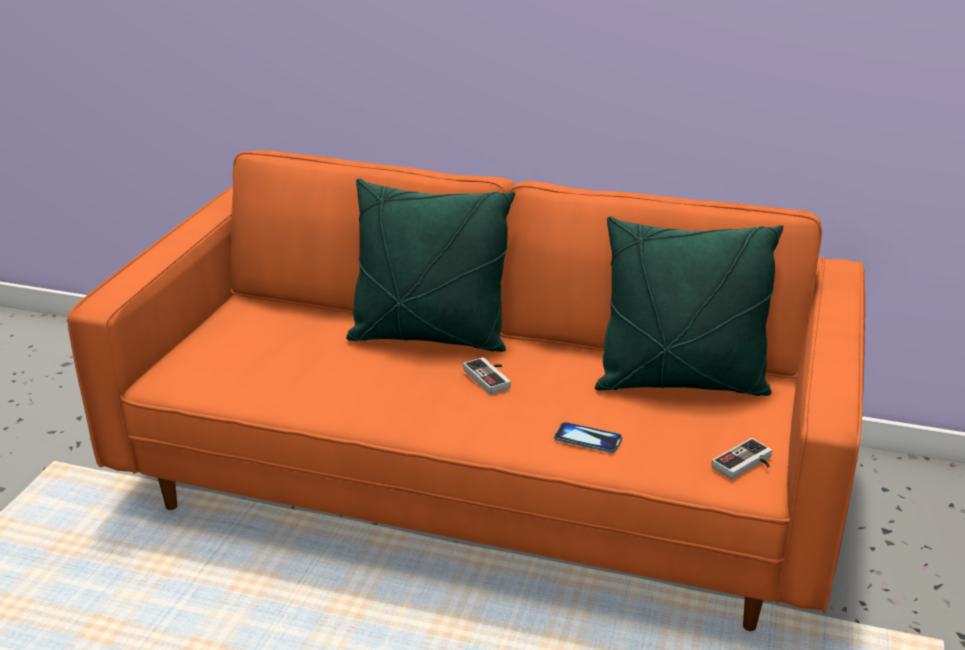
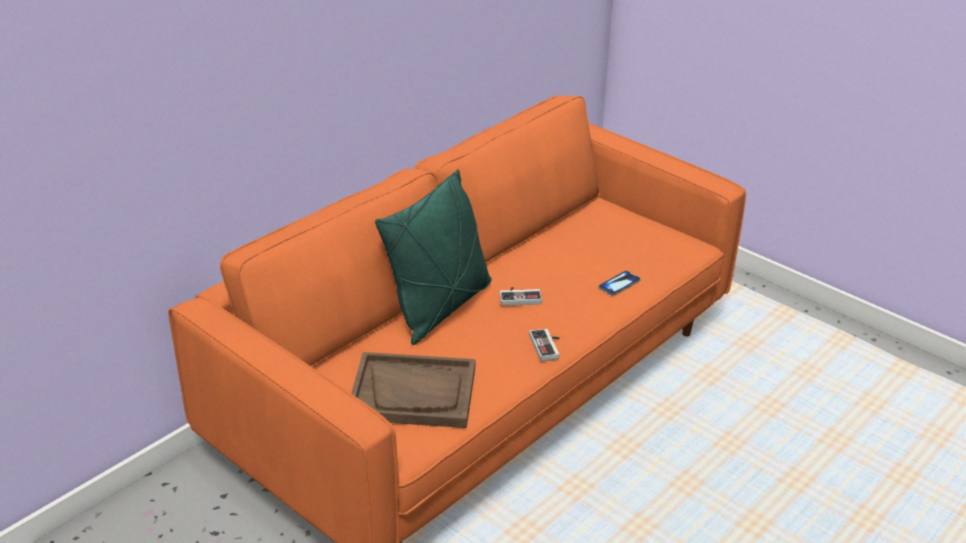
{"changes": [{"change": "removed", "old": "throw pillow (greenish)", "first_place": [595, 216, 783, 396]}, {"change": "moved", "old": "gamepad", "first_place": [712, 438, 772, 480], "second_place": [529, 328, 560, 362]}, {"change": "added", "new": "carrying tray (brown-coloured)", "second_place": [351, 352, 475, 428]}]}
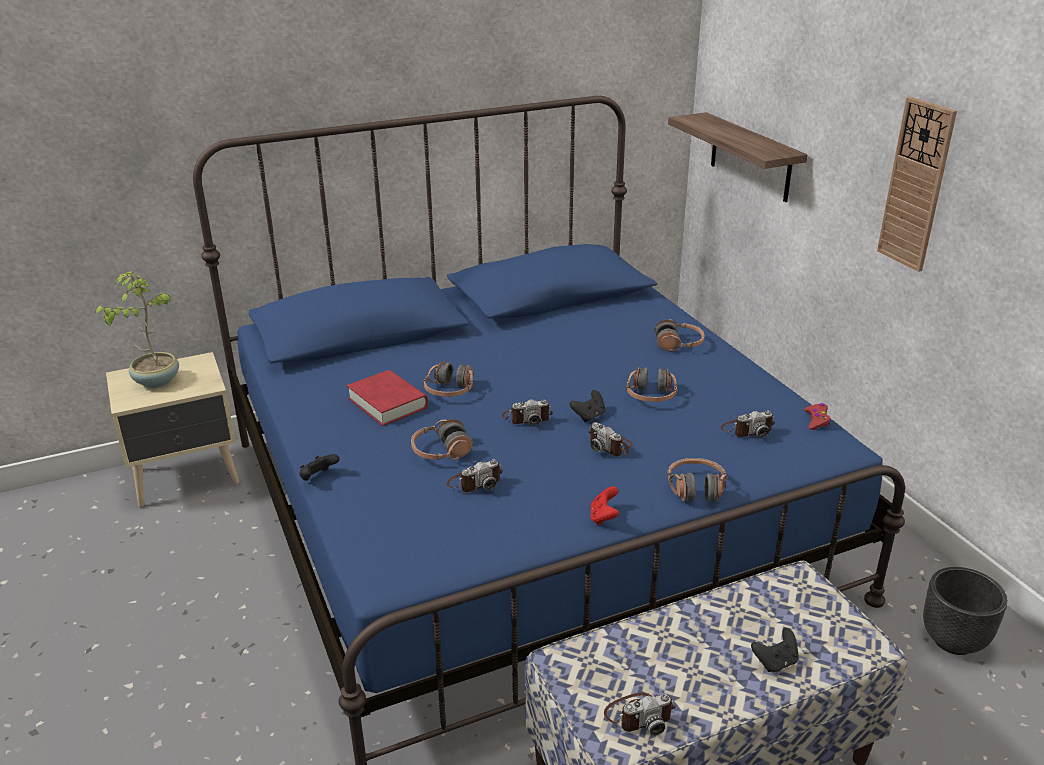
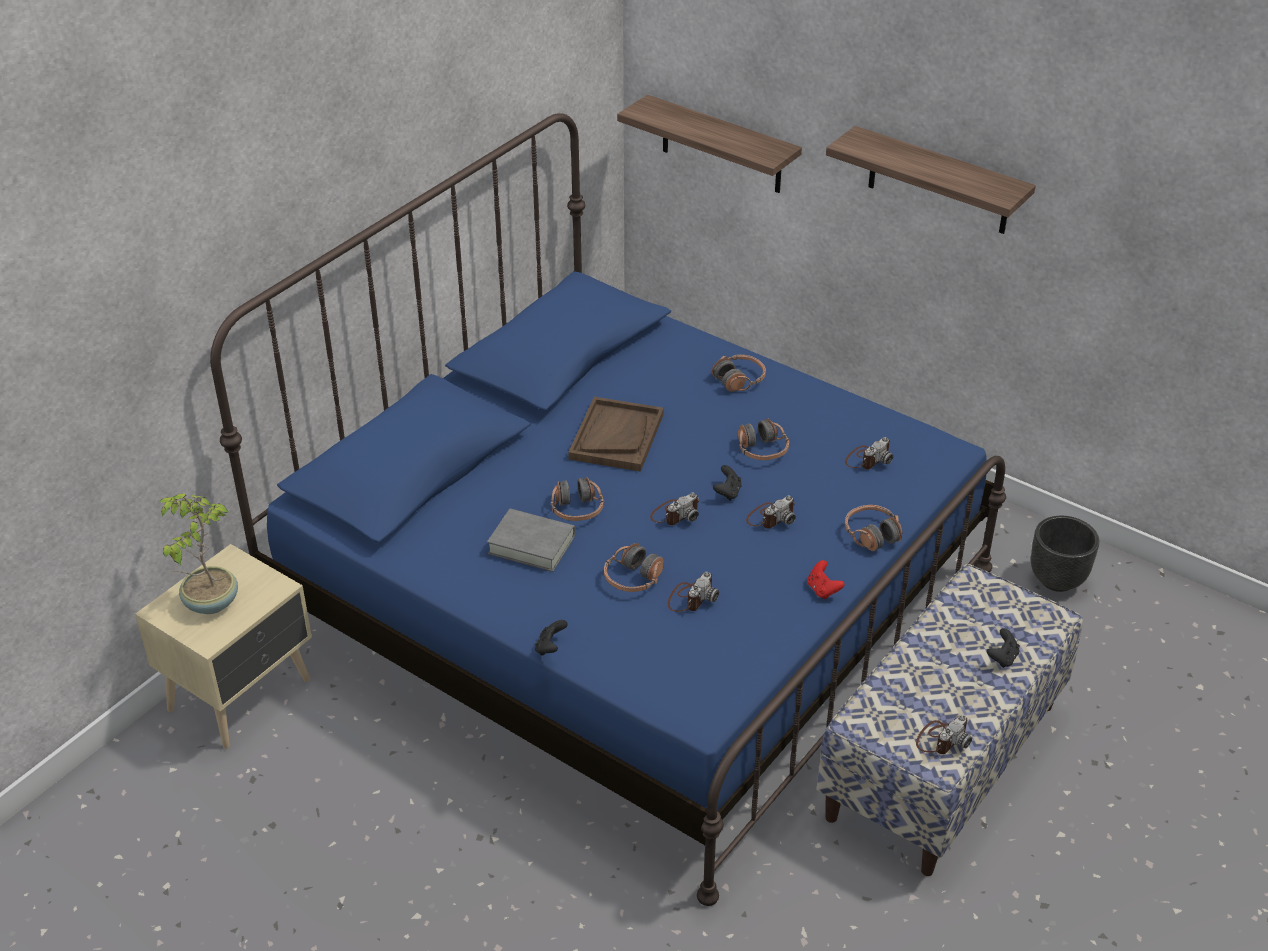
{"changes": [{"change": "recoloured", "old": "bound book (reddish)", "new": "bound book (greyish)", "first_place": [347, 370, 428, 426], "second_place": [487, 509, 575, 572]}, {"change": "turned", "old": "still camera", "first_place": [588, 422, 633, 456], "second_place": [746, 496, 796, 529], "degrees": -60}, {"change": "removed", "old": "gamepad (reddish)", "first_place": [804, 403, 831, 430]}, {"change": "replaced", "old": "clock on the wall", "new": "bracket shelf", "first_place": [877, 97, 957, 272], "second_place": [826, 126, 1036, 234]}, {"change": "added", "new": "carrying tray (brown-coloured)", "second_place": [568, 397, 664, 472]}]}
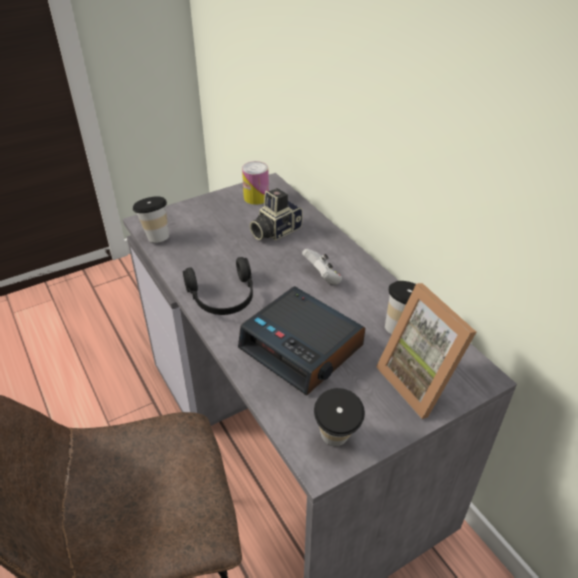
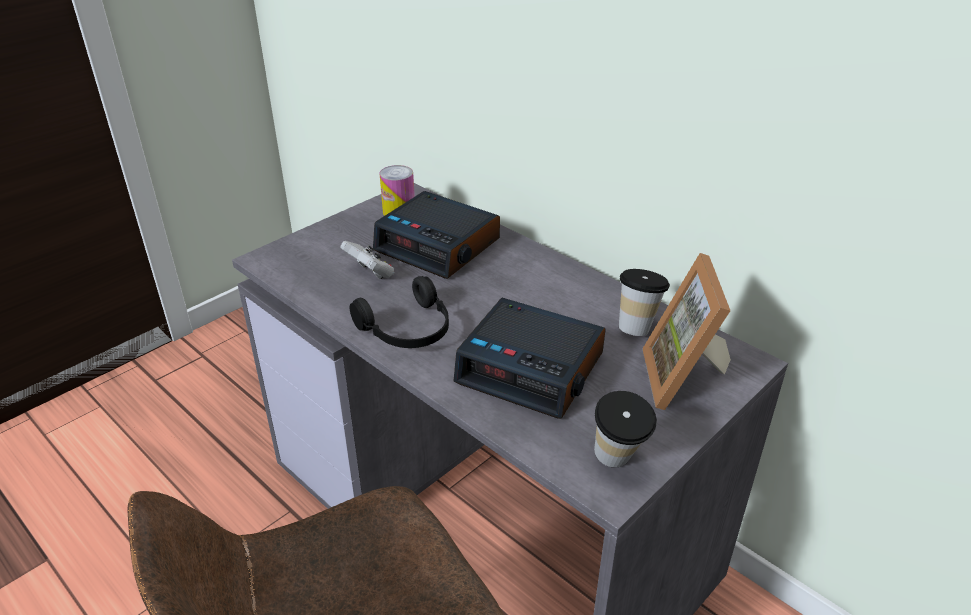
{"changes": [{"change": "removed", "old": "drinking cup", "first_place": [133, 196, 169, 243]}, {"change": "replaced", "old": "still camera", "new": "alarm clock", "first_place": [250, 188, 303, 241], "second_place": [373, 191, 500, 279]}, {"change": "moved", "old": "gamepad (whitish)", "first_place": [302, 248, 342, 285], "second_place": [341, 241, 394, 279]}, {"change": "turned", "old": "photo frame", "first_place": [376, 283, 476, 419], "second_place": [643, 253, 731, 410], "degrees": 45}]}
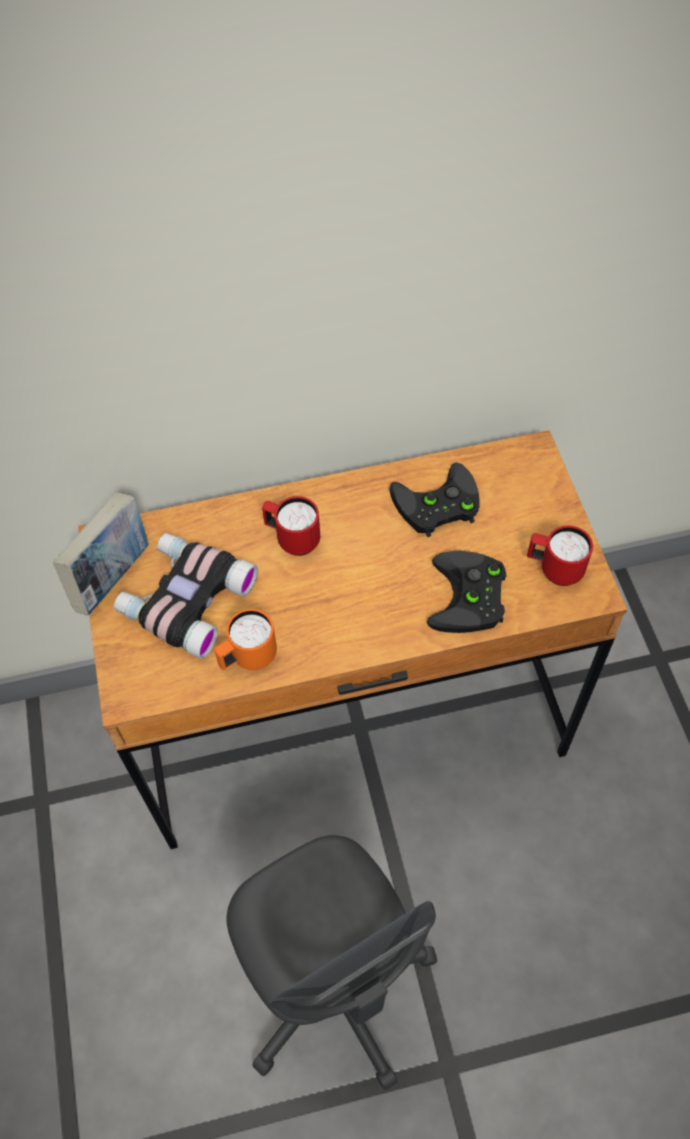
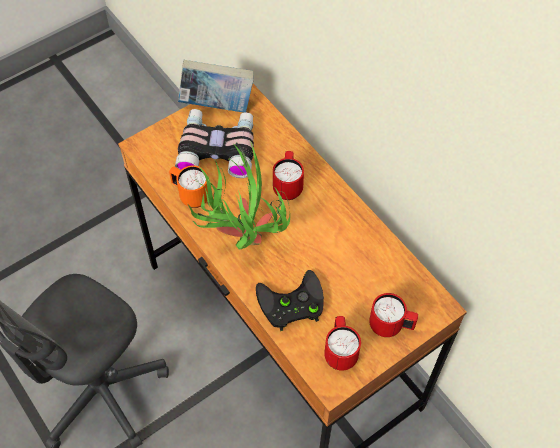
{"changes": [{"change": "removed", "old": "gamepad (black-coloured)", "first_place": [389, 462, 479, 537]}, {"change": "added", "new": "plant in a pot", "second_place": [188, 141, 290, 250]}, {"change": "added", "new": "coffee mug (reddish)", "second_place": [369, 293, 418, 337]}]}
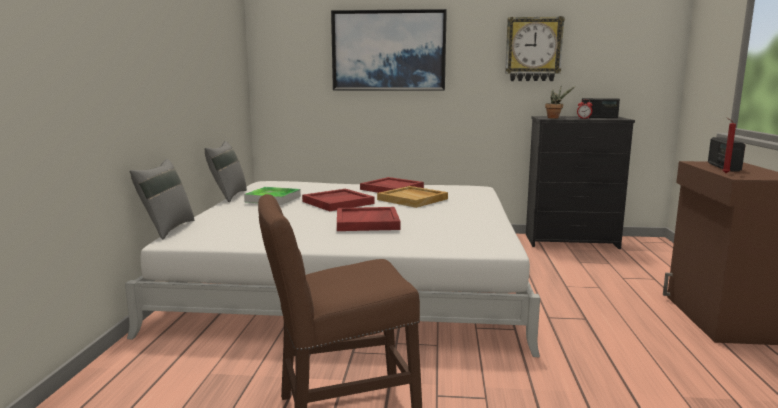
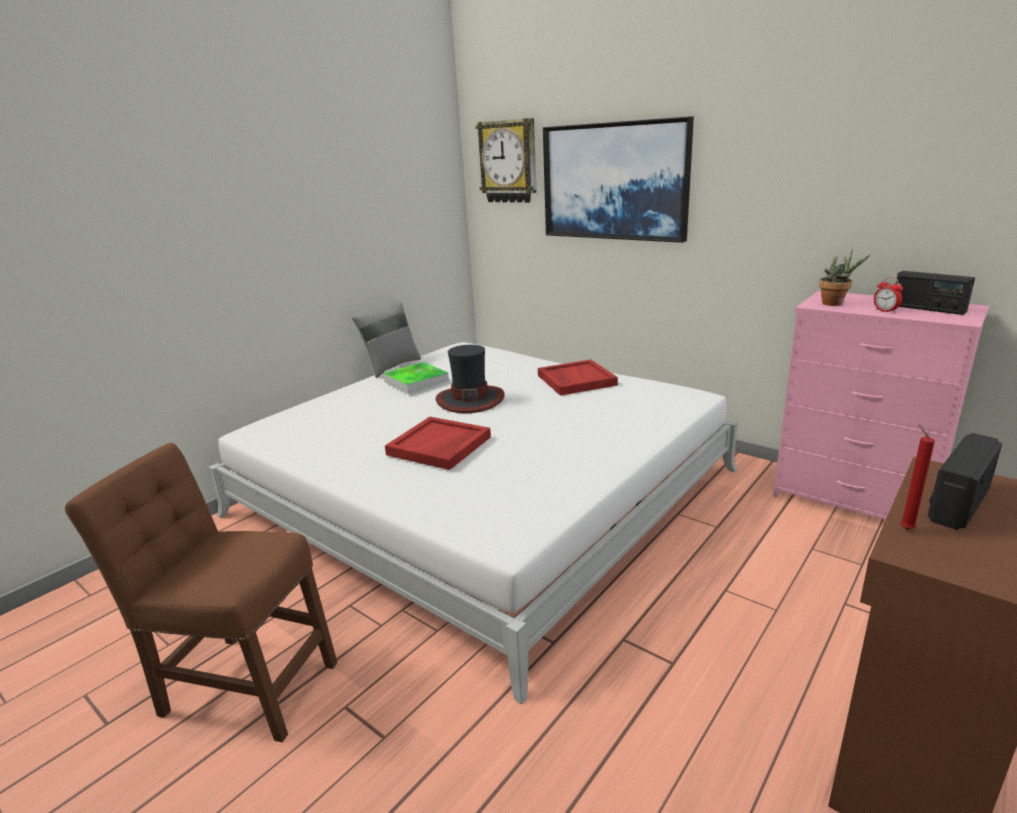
{"changes": [{"change": "removed", "old": "throw pillow (greyish)", "first_place": [130, 159, 194, 239]}, {"change": "replaced", "old": "carrying tray (reddish)", "new": "hat", "first_place": [302, 189, 374, 211], "second_place": [436, 345, 505, 413]}, {"change": "removed", "old": "carrying tray (beige)", "first_place": [377, 186, 448, 208]}, {"change": "moved", "old": "clock on the wall", "first_place": [505, 16, 565, 81], "second_place": [476, 118, 537, 203]}, {"change": "recoloured", "old": "dresser (black-coloured)", "new": "dresser (pinkish)", "first_place": [526, 116, 635, 249], "second_place": [773, 291, 989, 520]}]}
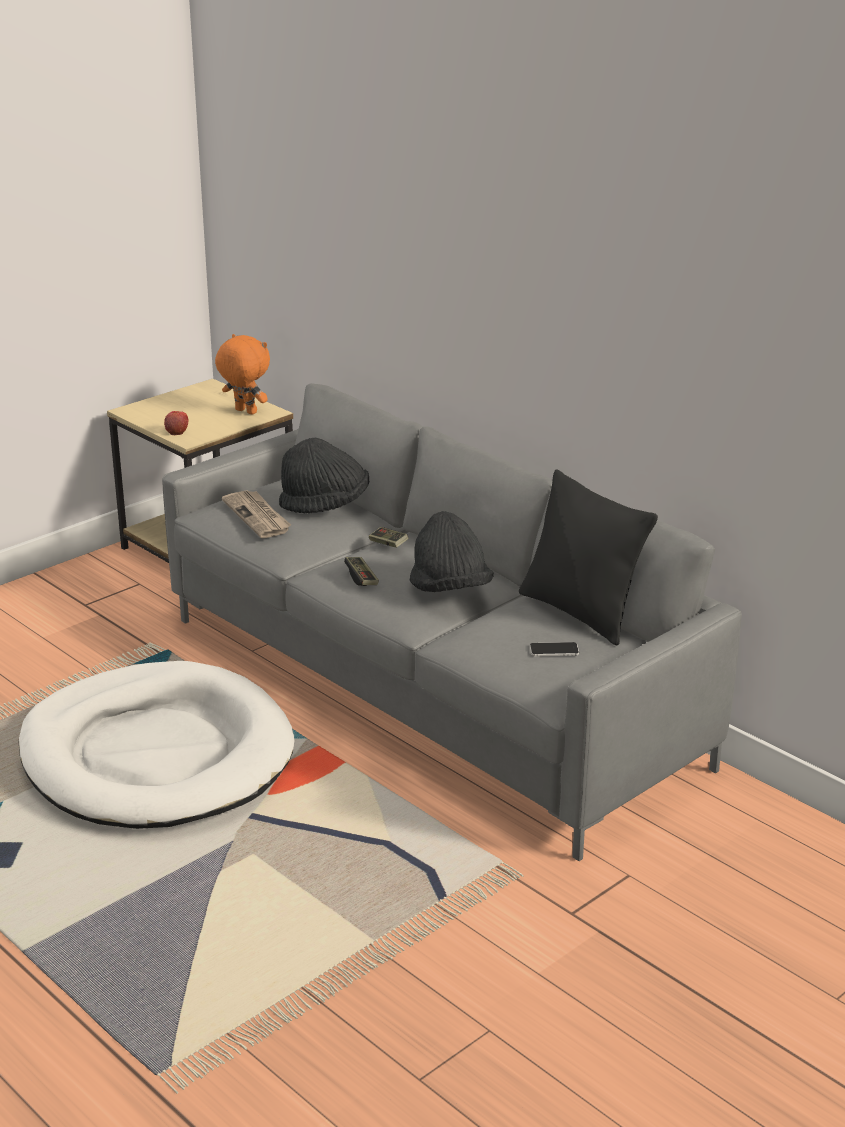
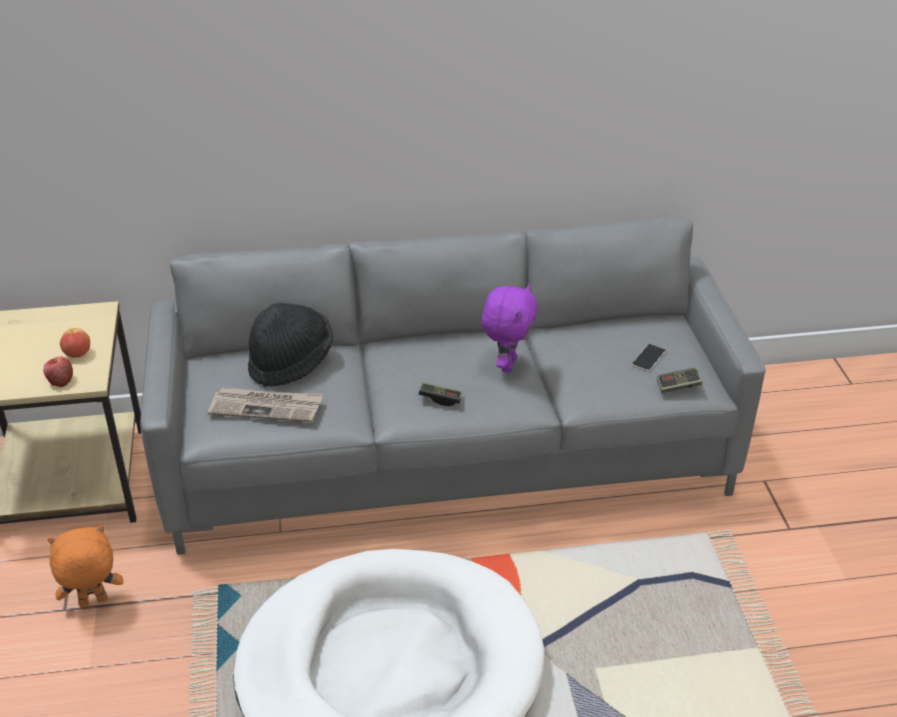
{"changes": [{"change": "moved", "old": "plush toy (orange)", "first_place": [215, 334, 270, 415], "second_place": [47, 525, 123, 607]}, {"change": "moved", "old": "gamepad", "first_place": [369, 527, 409, 548], "second_place": [657, 368, 702, 393]}, {"change": "replaced", "old": "hat (black-coloured)", "new": "plush toy (purple-coloured)", "first_place": [410, 511, 494, 592], "second_place": [481, 284, 538, 372]}, {"change": "removed", "old": "throw pillow (black-coloured)", "first_place": [519, 469, 658, 645]}, {"change": "added", "new": "apple fruit", "second_place": [60, 328, 90, 358]}]}
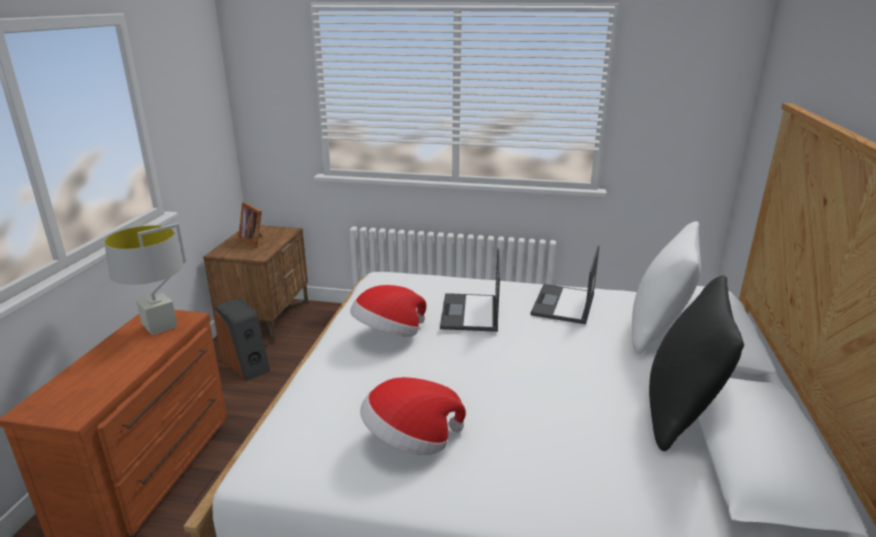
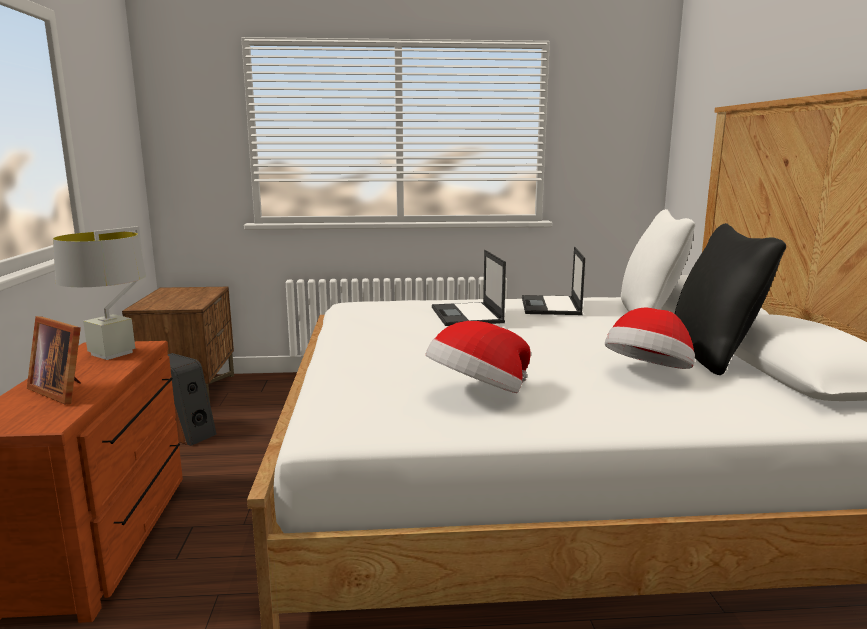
{"changes": [{"change": "moved", "old": "photo frame", "first_place": [238, 202, 262, 248], "second_place": [27, 316, 81, 404]}, {"change": "moved", "old": "hat", "first_place": [350, 285, 426, 337], "second_place": [605, 307, 695, 369]}]}
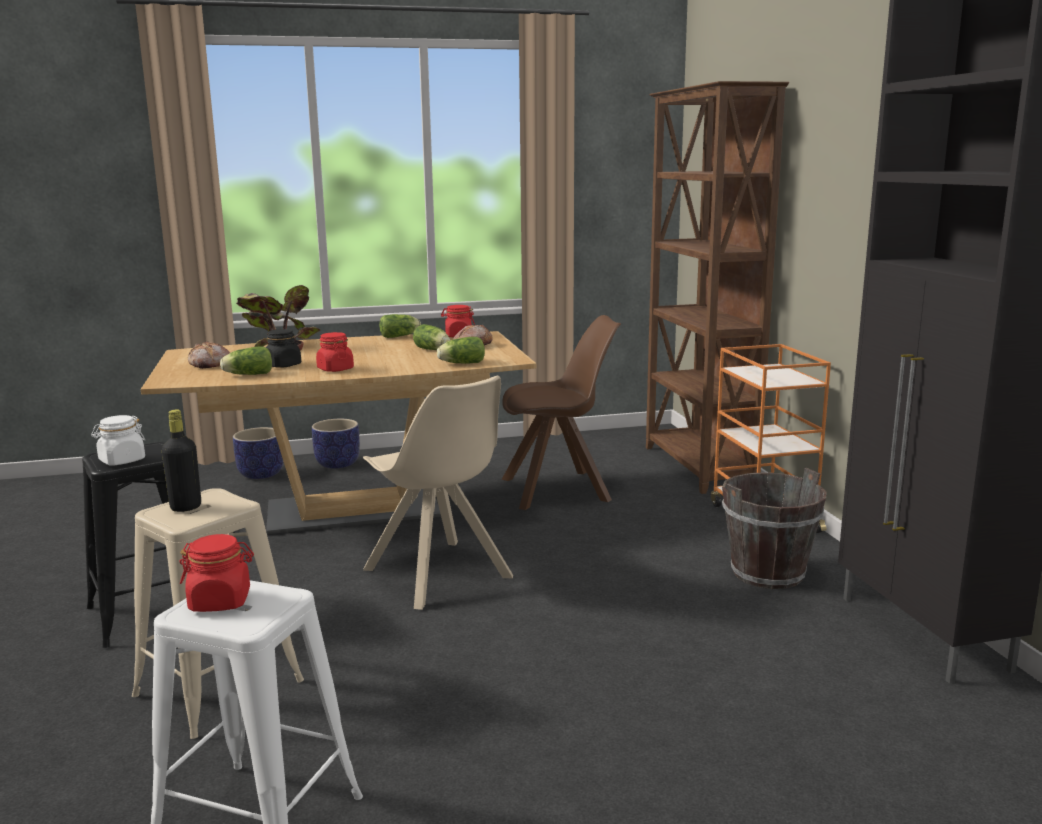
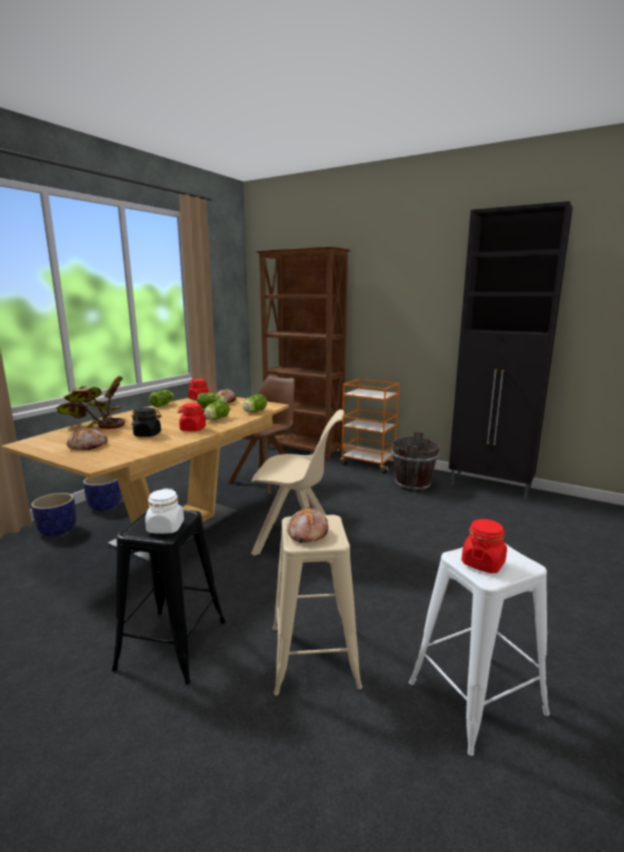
{"changes": [{"change": "replaced", "old": "bottle (black-coloured)", "new": "bread", "first_place": [162, 409, 201, 512], "second_place": [287, 506, 329, 543]}, {"change": "moved", "old": "lettuce", "first_place": [220, 347, 272, 375], "second_place": [203, 400, 230, 420]}]}
